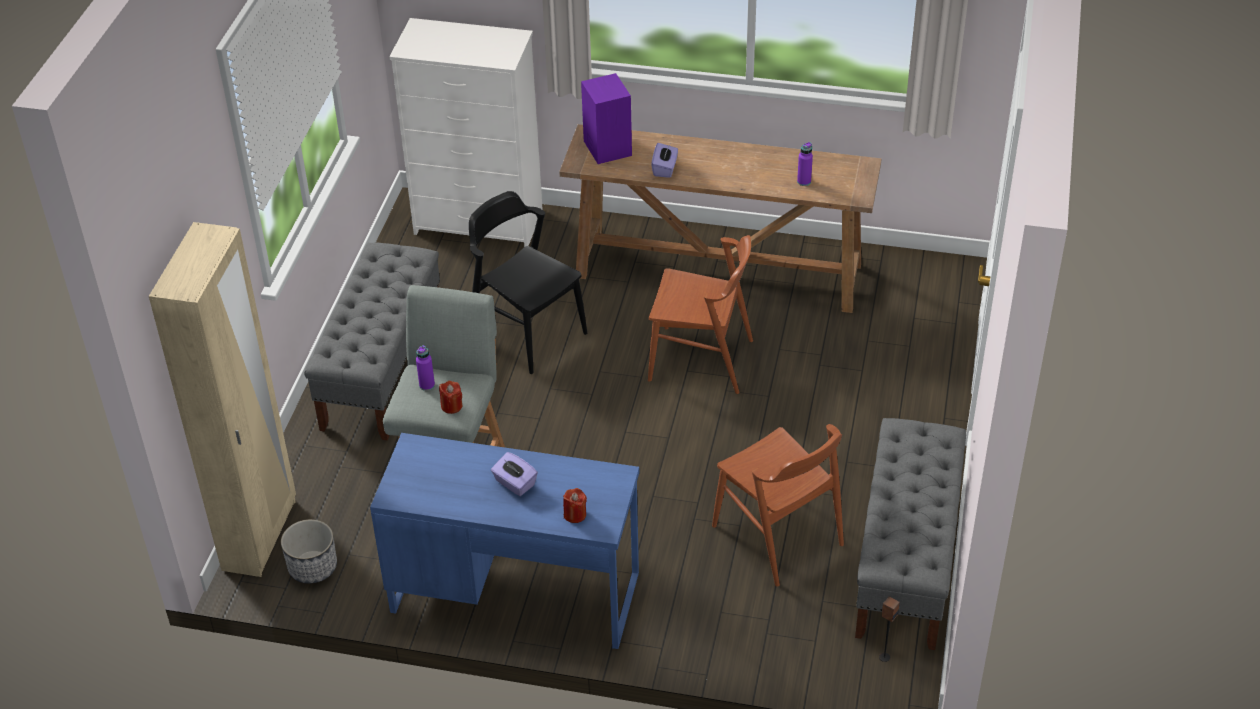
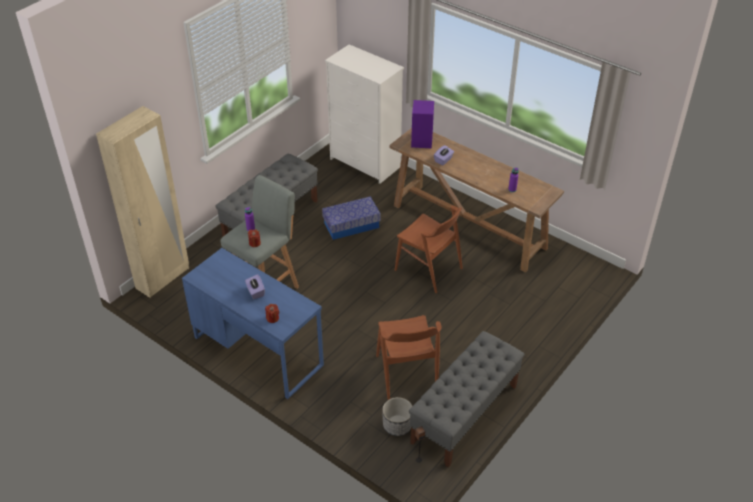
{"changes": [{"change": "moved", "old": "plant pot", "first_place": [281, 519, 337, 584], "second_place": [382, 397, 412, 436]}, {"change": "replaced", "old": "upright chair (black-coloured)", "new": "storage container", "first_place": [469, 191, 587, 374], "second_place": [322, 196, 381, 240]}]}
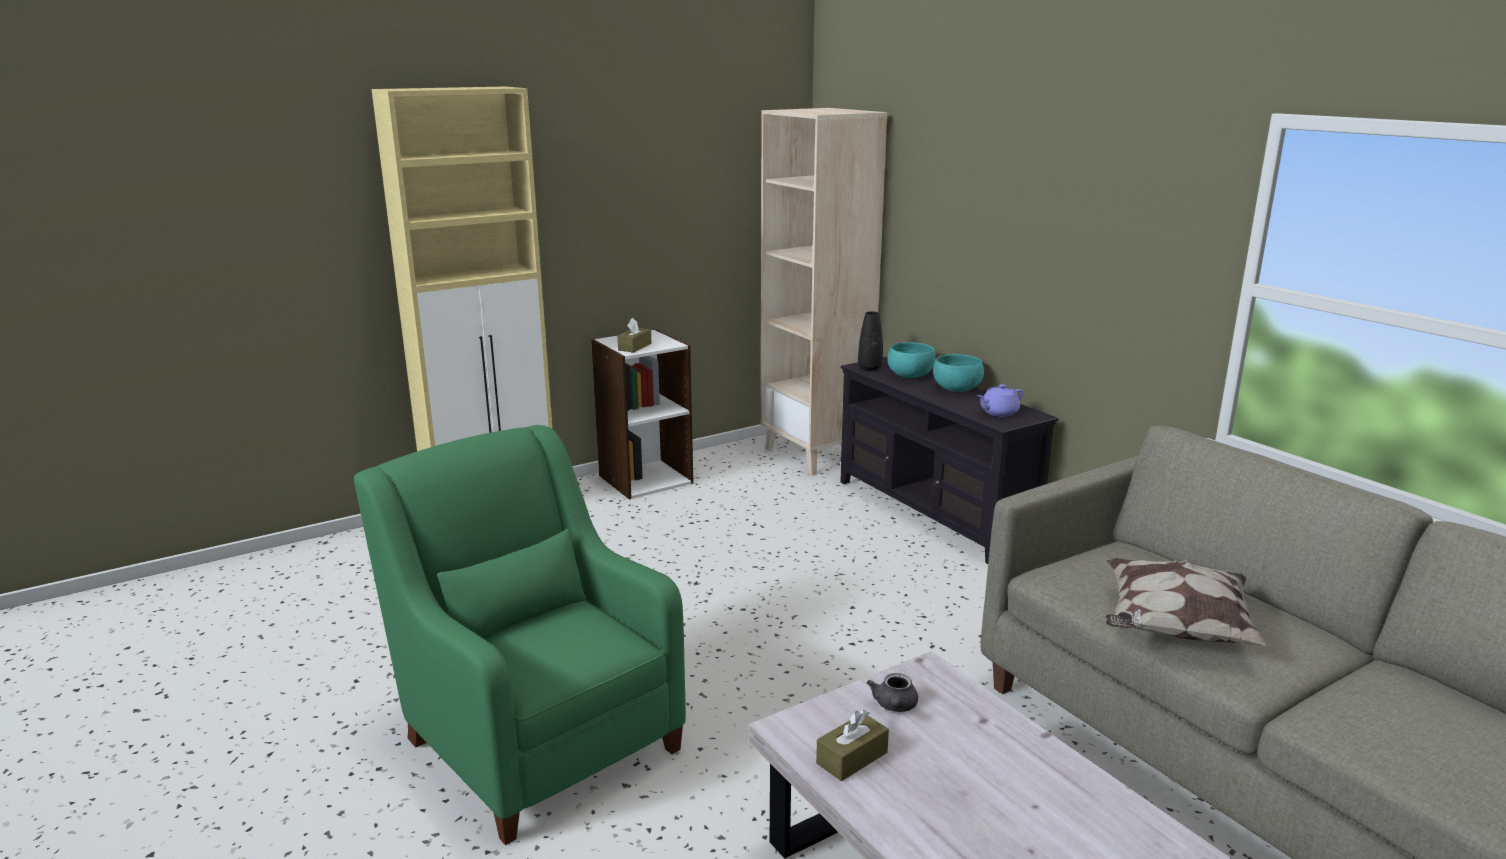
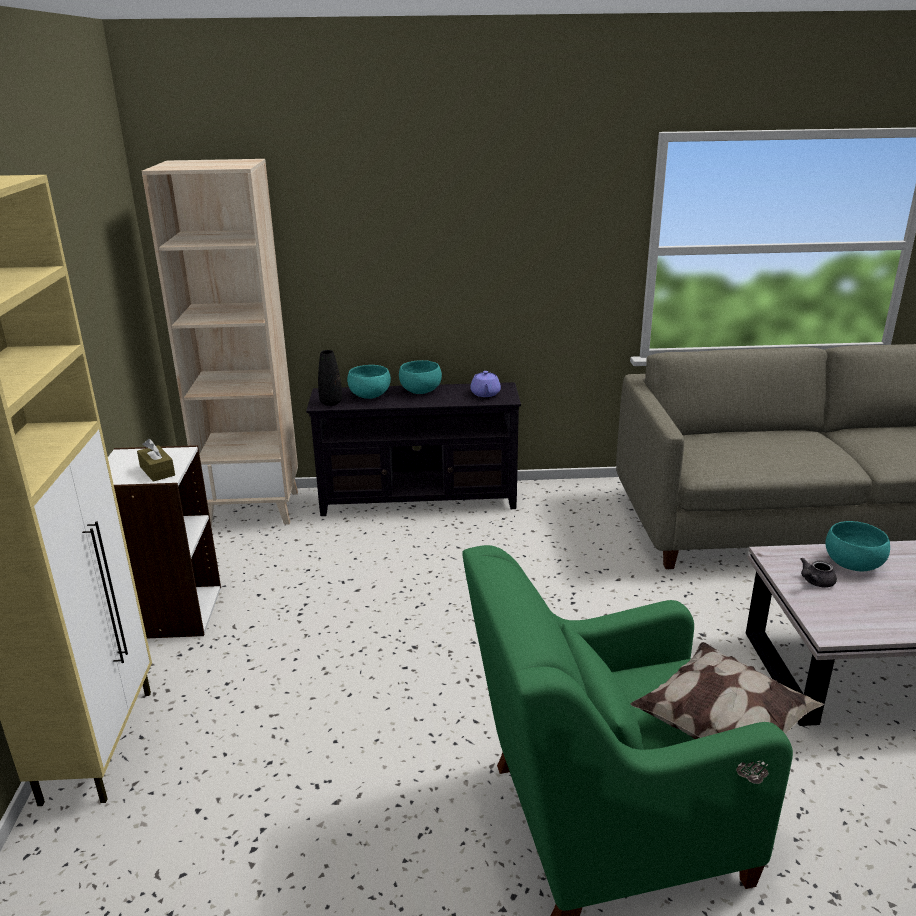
{"changes": [{"change": "removed", "old": "box of tissues (brown-coloured)", "first_place": [816, 710, 889, 781]}, {"change": "turned", "old": "pot for tea (greyish)", "first_place": [867, 673, 918, 712], "second_place": [800, 558, 837, 588], "degrees": 105}, {"change": "moved", "old": "throw pillow", "first_place": [1105, 558, 1268, 646], "second_place": [630, 642, 824, 784]}, {"change": "added", "new": "serving bowl (turquoise-coloured)", "second_place": [826, 521, 890, 571]}]}
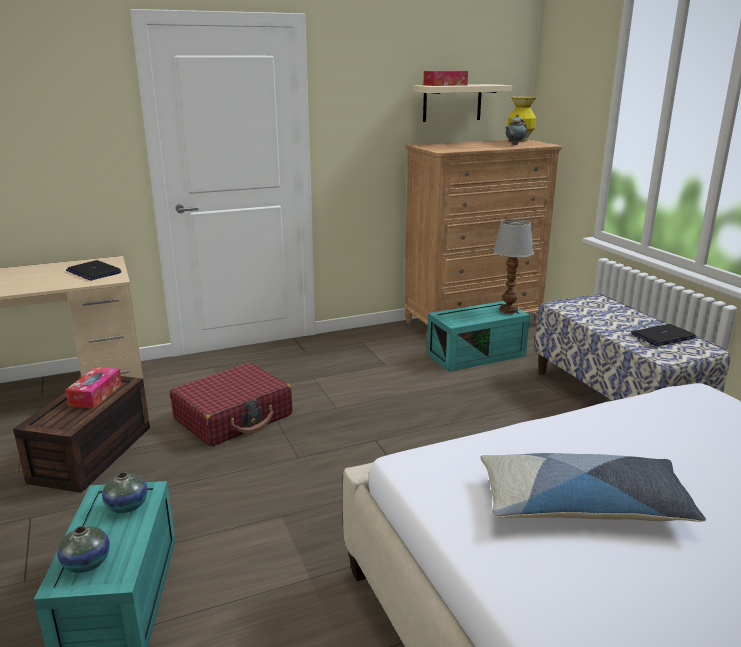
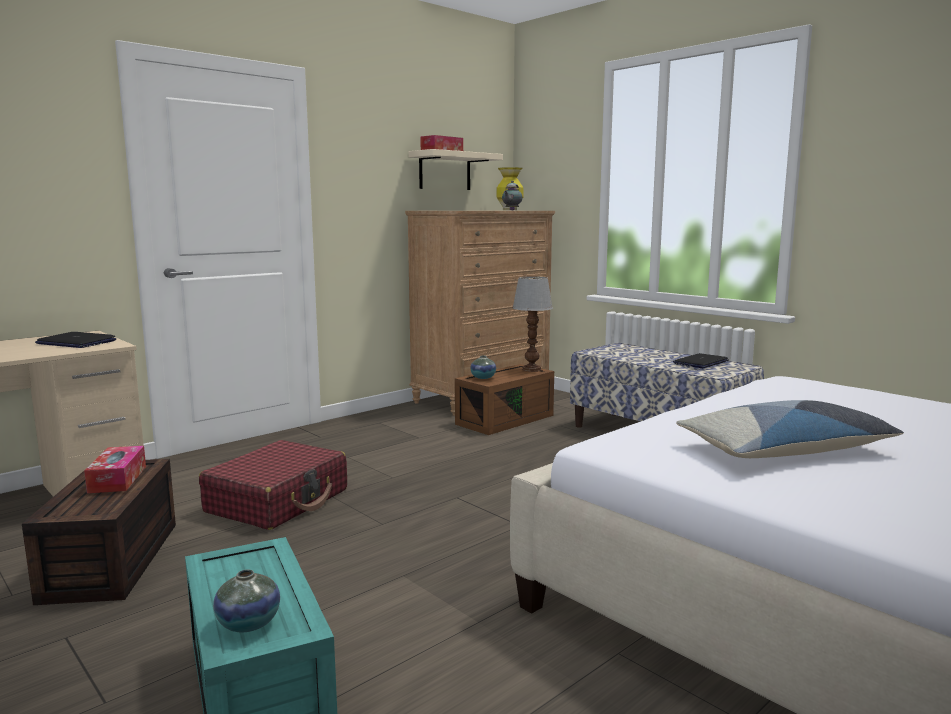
{"changes": [{"change": "moved", "old": "flower vase", "first_place": [102, 472, 148, 513], "second_place": [470, 355, 496, 379]}, {"change": "recoloured", "old": "storage container (turquoise-coloured)", "new": "storage container (brown-coloured)", "first_place": [427, 301, 530, 372], "second_place": [455, 364, 554, 435]}]}
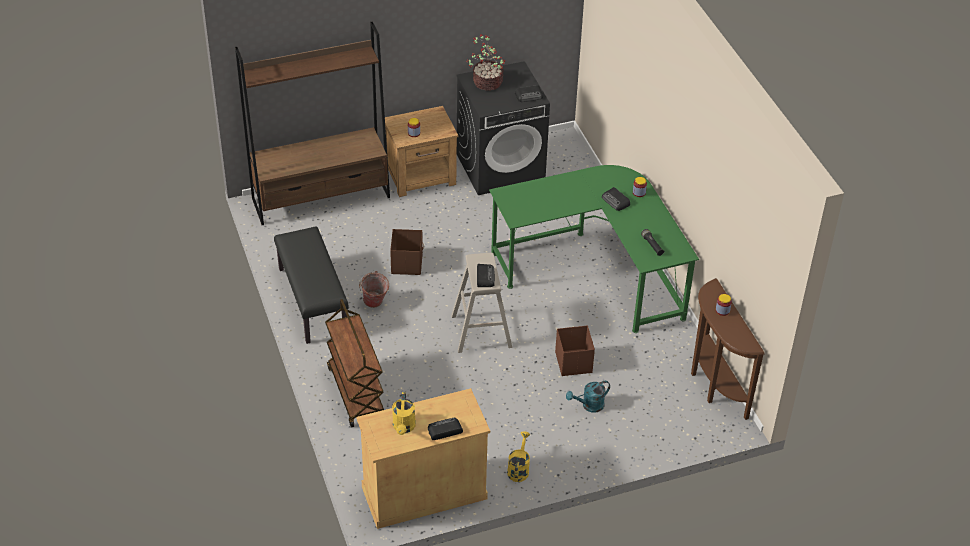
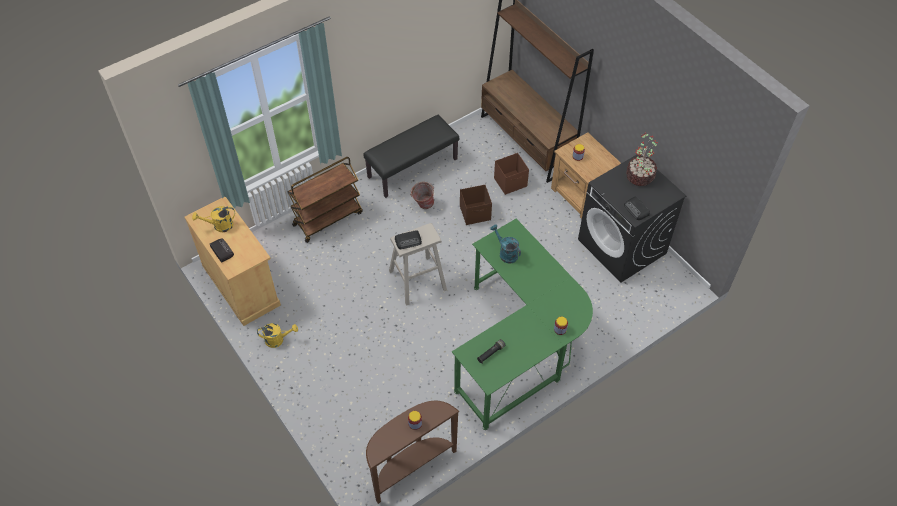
{"changes": [{"change": "moved", "old": "storage container (brown-coloured)", "first_place": [555, 325, 595, 376], "second_place": [494, 153, 529, 195]}, {"change": "moved", "old": "watering pot (turquoise-coloured)", "first_place": [566, 381, 610, 413], "second_place": [490, 225, 521, 264]}, {"change": "removed", "old": "radio", "first_place": [602, 187, 630, 211]}]}
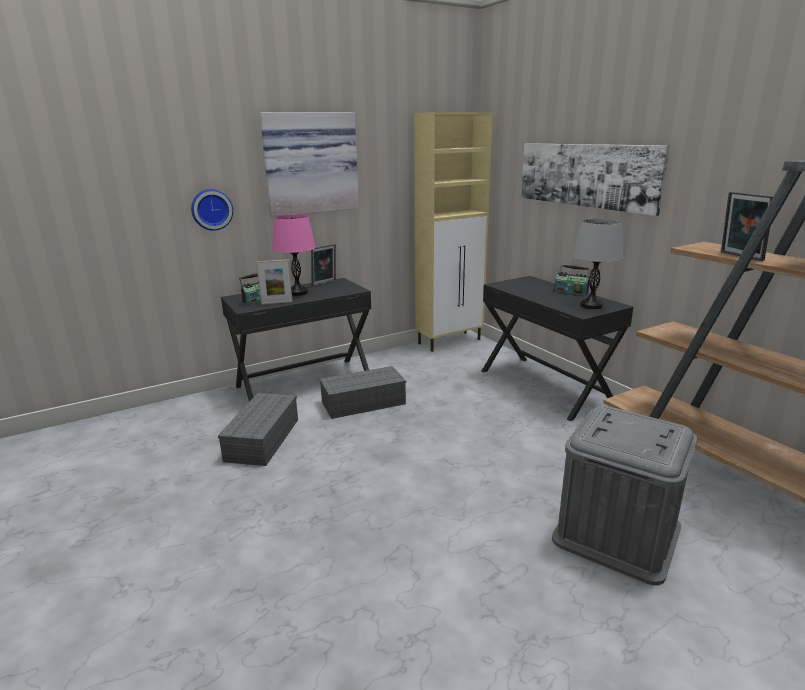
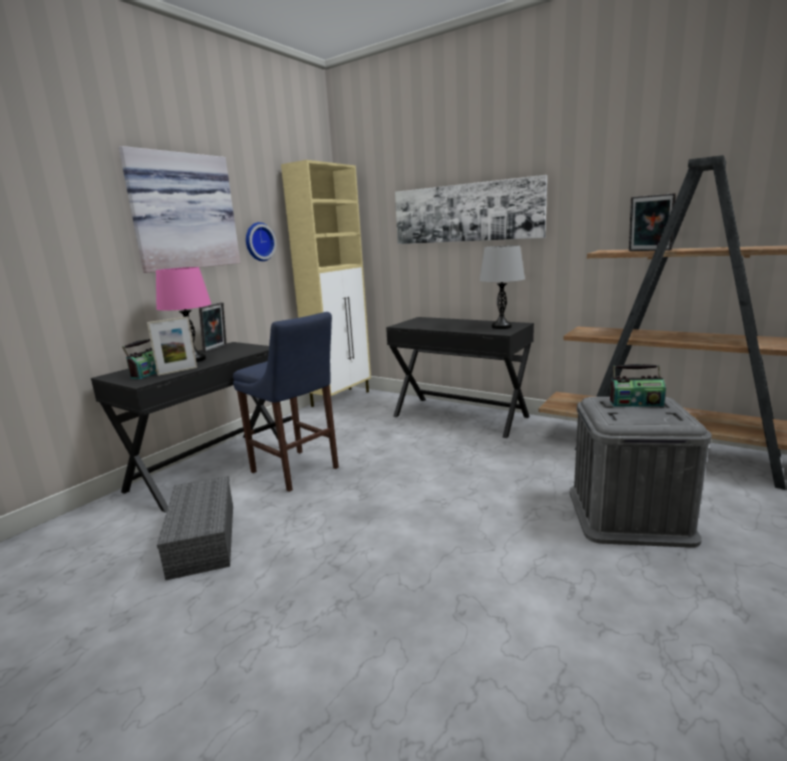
{"changes": [{"change": "moved", "old": "clock on the wall", "first_place": [191, 189, 233, 231], "second_place": [246, 222, 277, 261]}, {"change": "replaced", "old": "storage container (greyish)", "new": "stool (blue-coloured)", "first_place": [319, 366, 406, 419], "second_place": [233, 312, 339, 492]}, {"change": "moved", "old": "radio", "first_place": [554, 265, 591, 296], "second_place": [610, 364, 666, 407]}]}
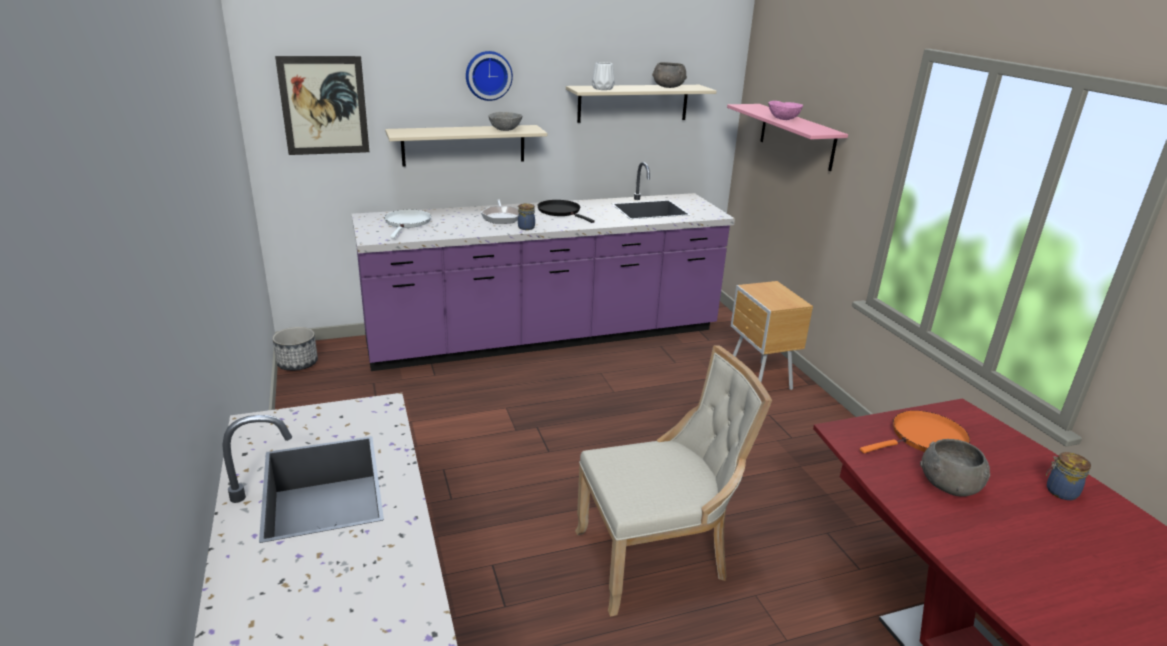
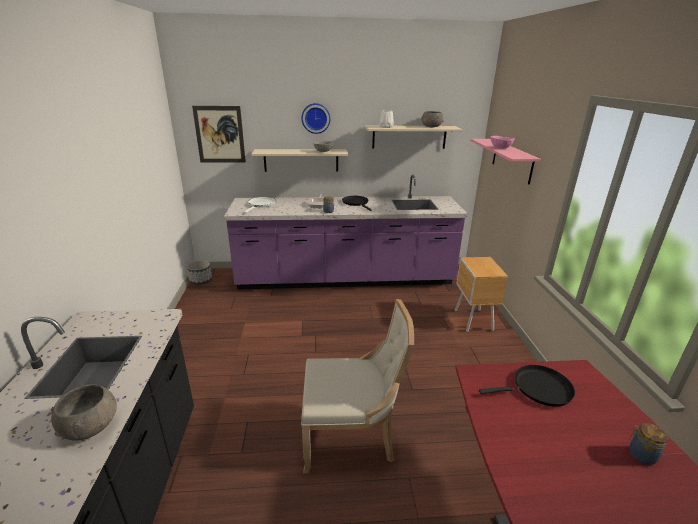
{"changes": [{"change": "recoloured", "old": "skillet (orange)", "new": "skillet (black-coloured)", "first_place": [860, 410, 970, 453], "second_place": [479, 365, 575, 407]}, {"change": "moved", "old": "serving bowl (greyish)", "first_place": [920, 439, 990, 497], "second_place": [51, 384, 117, 441]}]}
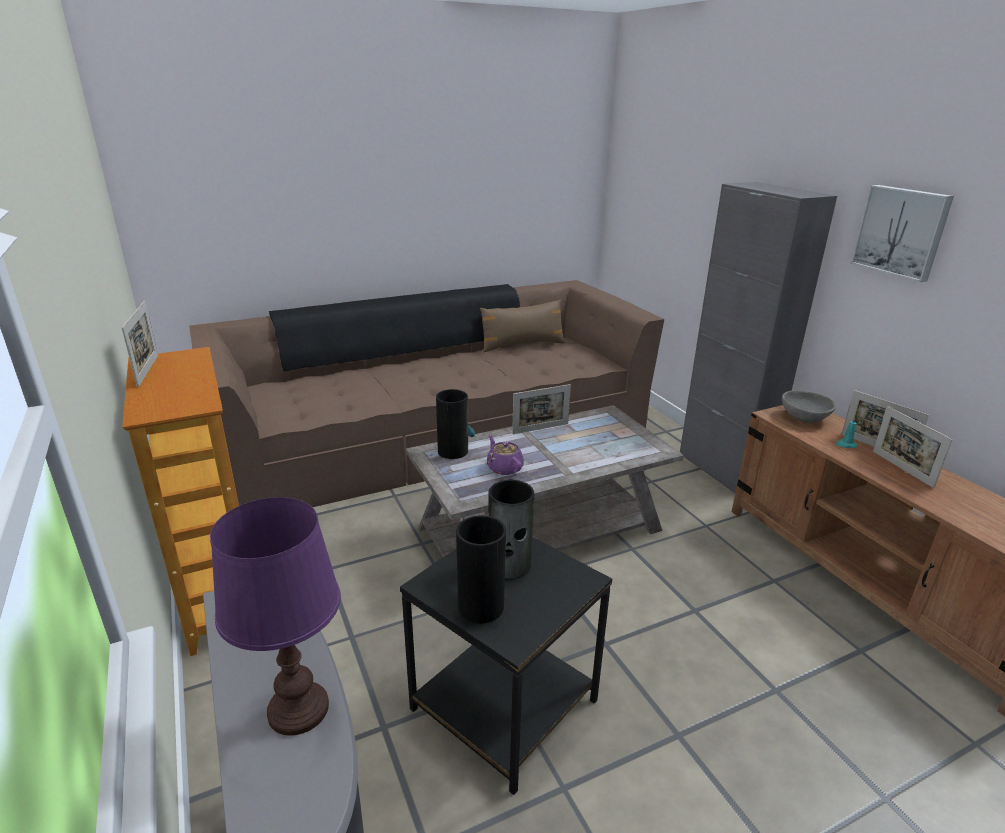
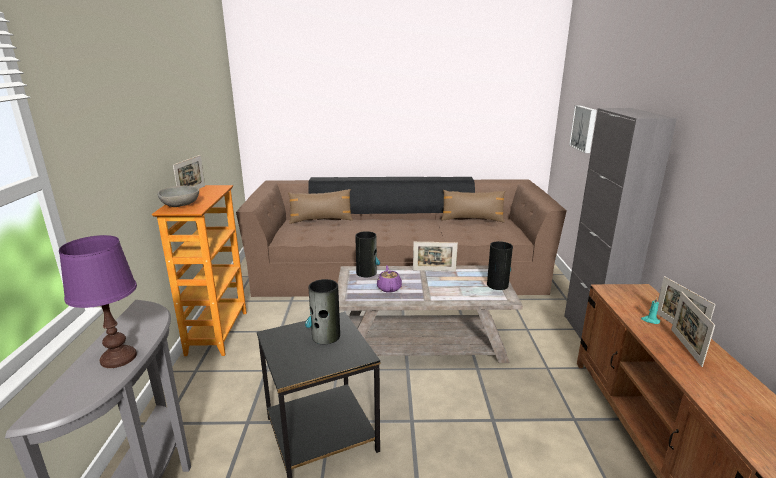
{"changes": [{"change": "moved", "old": "flower vase", "first_place": [456, 515, 506, 624], "second_place": [487, 241, 513, 290]}, {"change": "moved", "old": "serving bowl (greyish)", "first_place": [782, 390, 836, 423], "second_place": [157, 186, 199, 207]}, {"change": "moved", "old": "wall picture", "first_place": [851, 185, 954, 282], "second_place": [569, 105, 597, 153]}, {"change": "added", "new": "throw pillow (brown-coloured)", "second_place": [288, 189, 353, 224]}]}
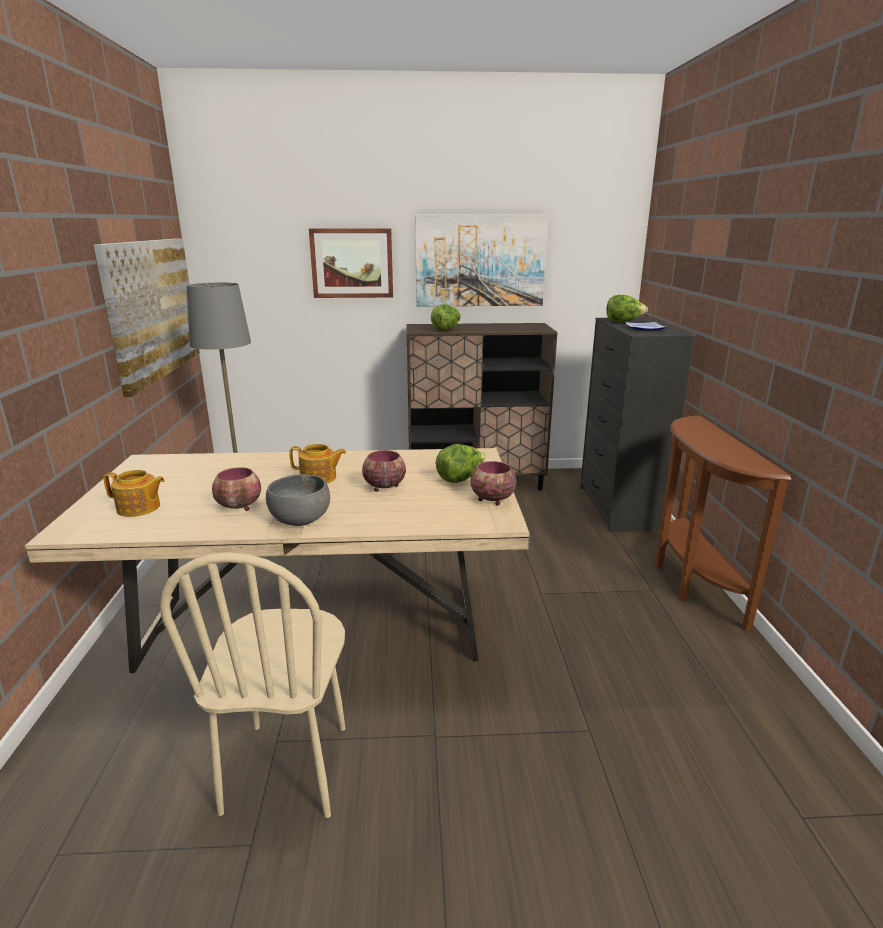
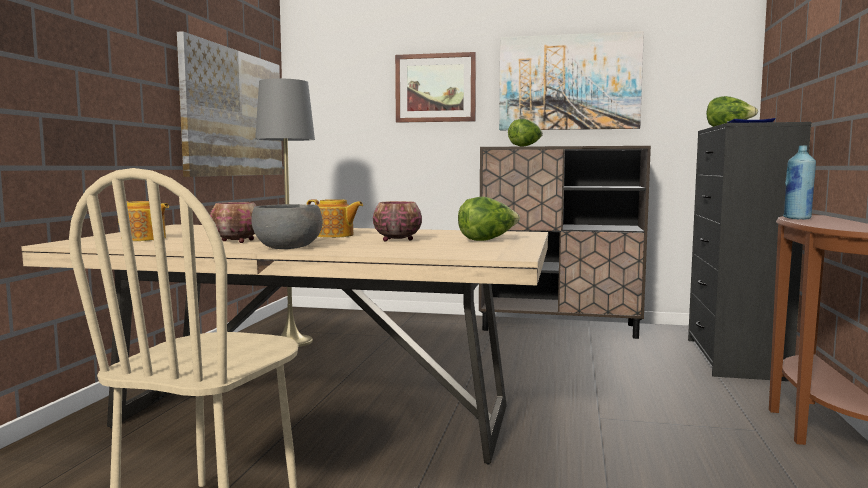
{"changes": [{"change": "removed", "old": "serving bowl", "first_place": [471, 461, 516, 506]}, {"change": "added", "new": "bottle (blue-coloured)", "second_place": [783, 145, 816, 220]}]}
